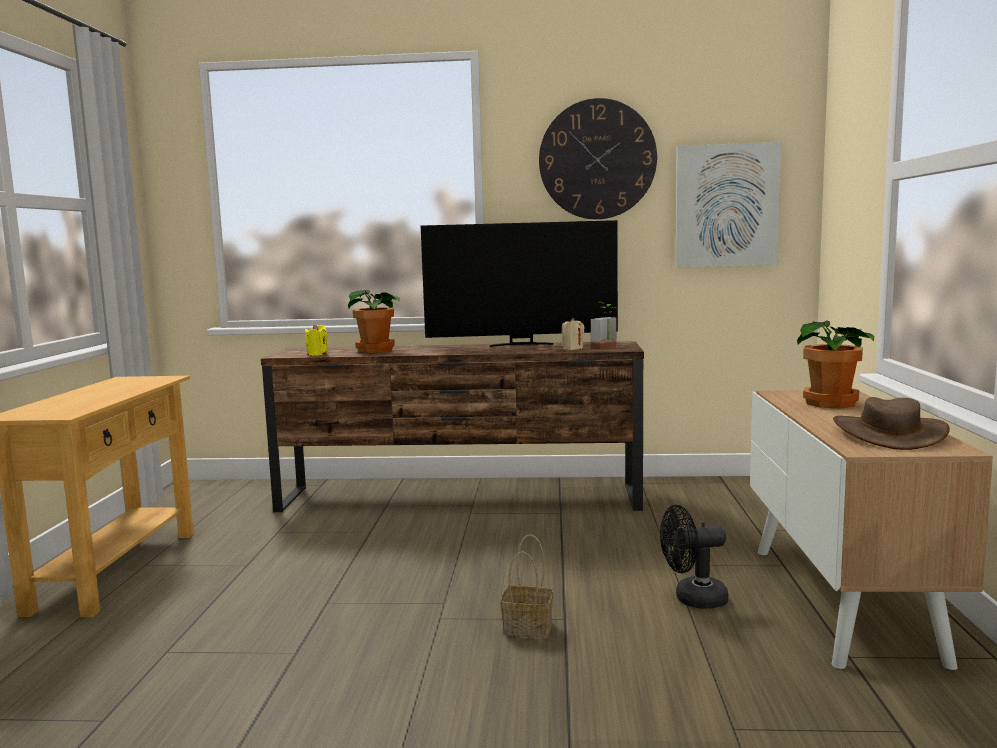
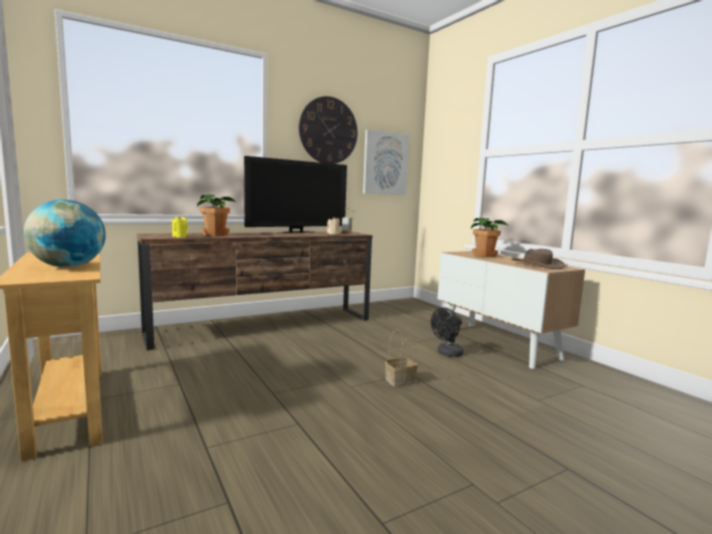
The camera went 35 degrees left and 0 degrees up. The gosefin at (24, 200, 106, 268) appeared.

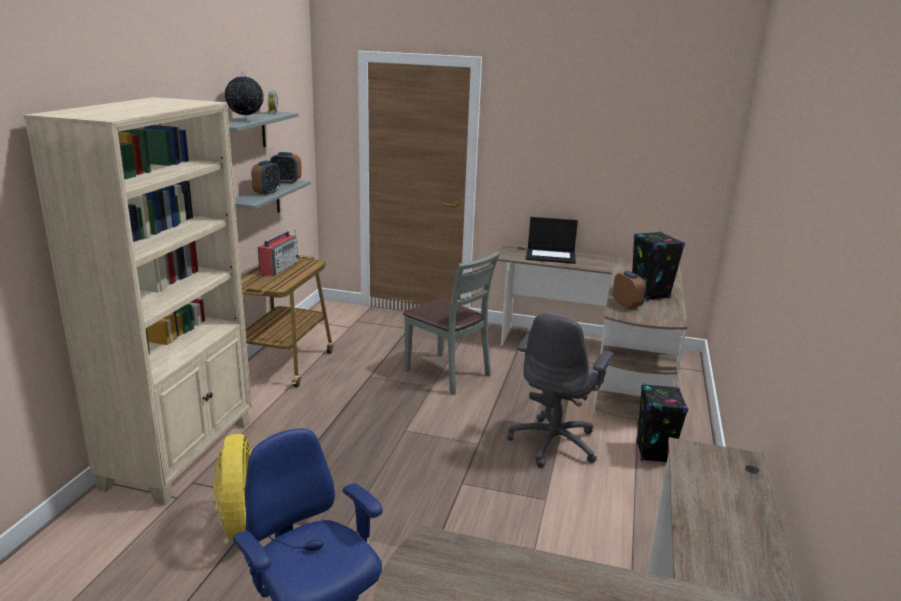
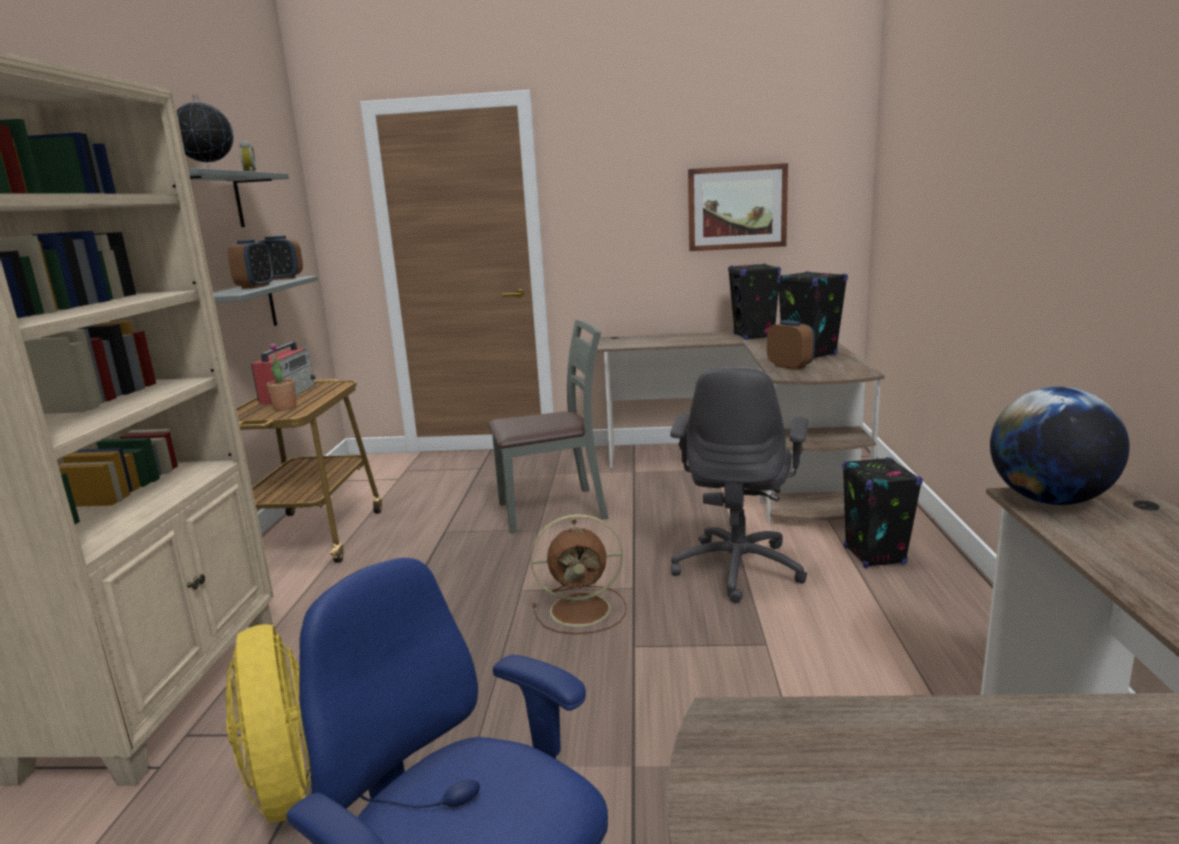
The camera went 10 degrees left and 5 degrees down. The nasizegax at (526, 217, 578, 264) disappeared. The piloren at (266, 343, 296, 411) appeared. The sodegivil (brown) at (530, 514, 626, 634) appeared. The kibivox at (688, 163, 788, 251) appeared. The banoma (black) at (728, 263, 781, 340) appeared. The gosefin at (990, 387, 1129, 505) appeared. The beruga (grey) at (403, 251, 500, 395) turned 45 degrees counterclockwise.

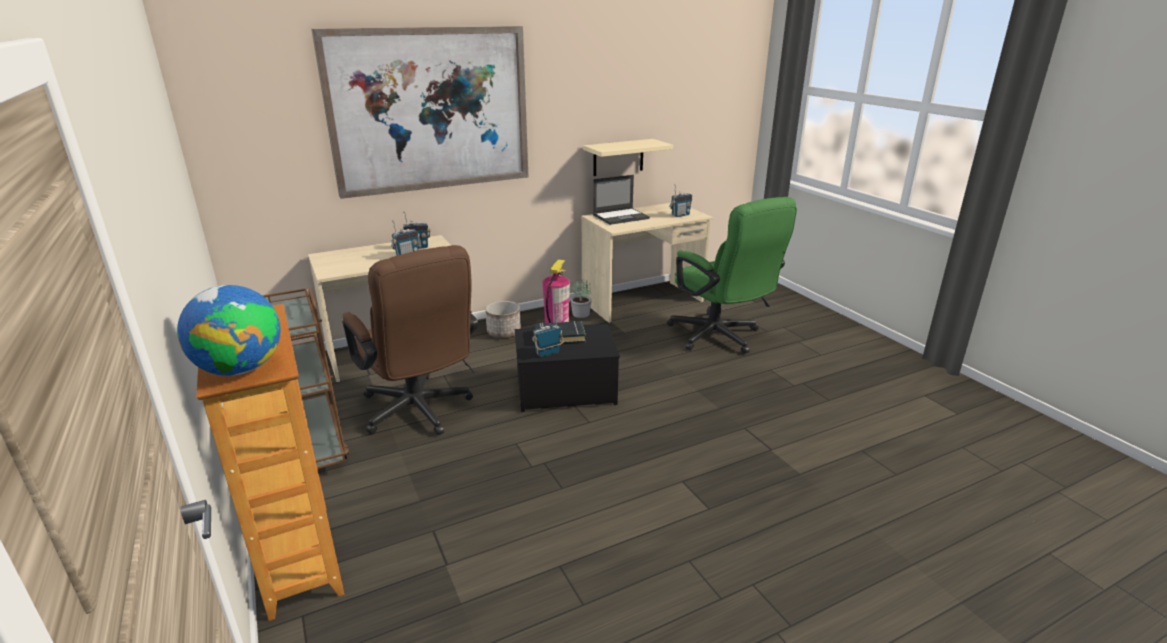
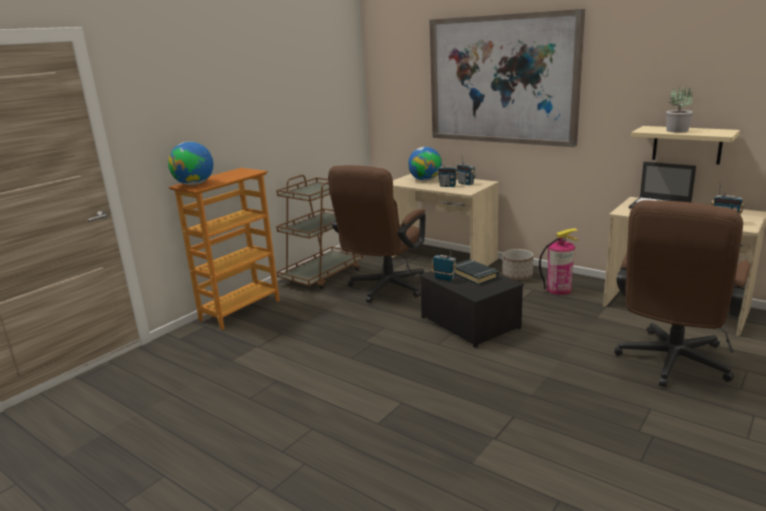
The camera went 65 degrees right and 5 degrees down. The gosefin at (408, 147, 442, 181) appeared. The piloren moved from (570, 278, 592, 318) to (666, 86, 693, 133). The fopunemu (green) at (667, 197, 797, 354) became the fopunemu (brown) at (614, 200, 750, 387).

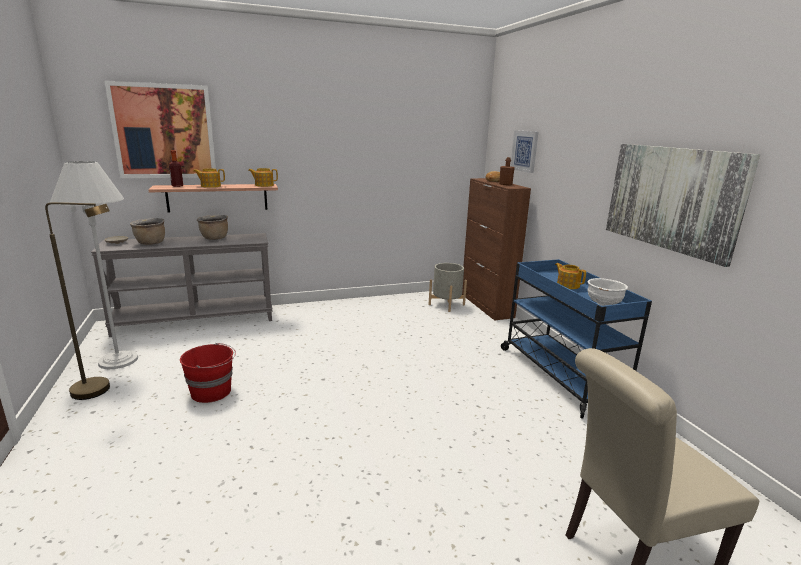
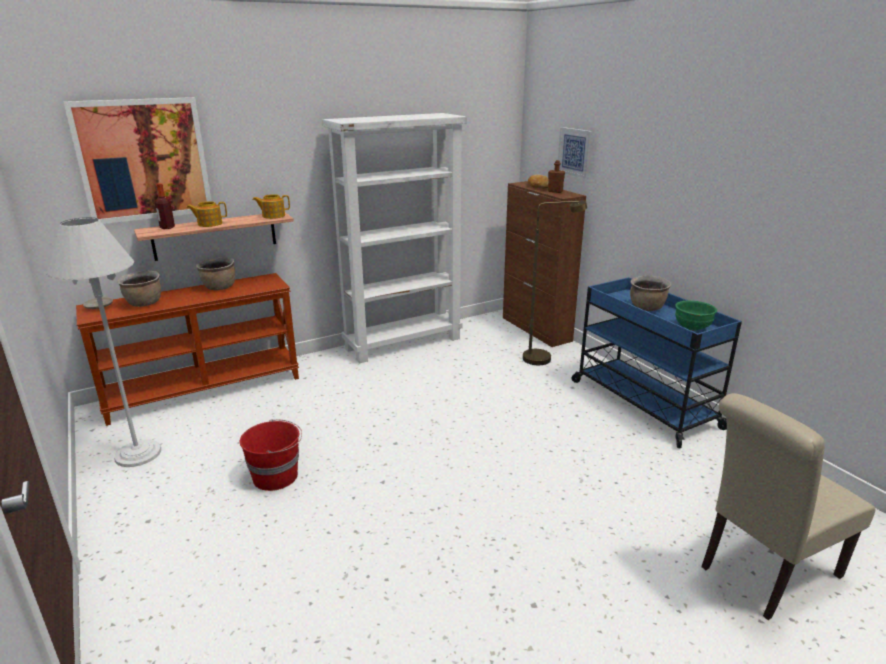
The camera went 10 degrees left and 5 degrees up. The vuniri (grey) at (429, 263, 467, 312) disappeared. The kibivox at (606, 144, 760, 267) disappeared. The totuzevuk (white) at (322, 113, 467, 363) appeared. The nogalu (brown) moved from (45, 202, 110, 400) to (523, 200, 587, 365). The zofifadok at (555, 263, 586, 289) was replaced by the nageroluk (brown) at (630, 275, 671, 311). The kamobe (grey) at (91, 233, 273, 337) became the kamobe (brown) at (76, 273, 299, 426). The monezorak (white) at (588, 278, 628, 306) became the monezorak (green) at (675, 300, 717, 331).

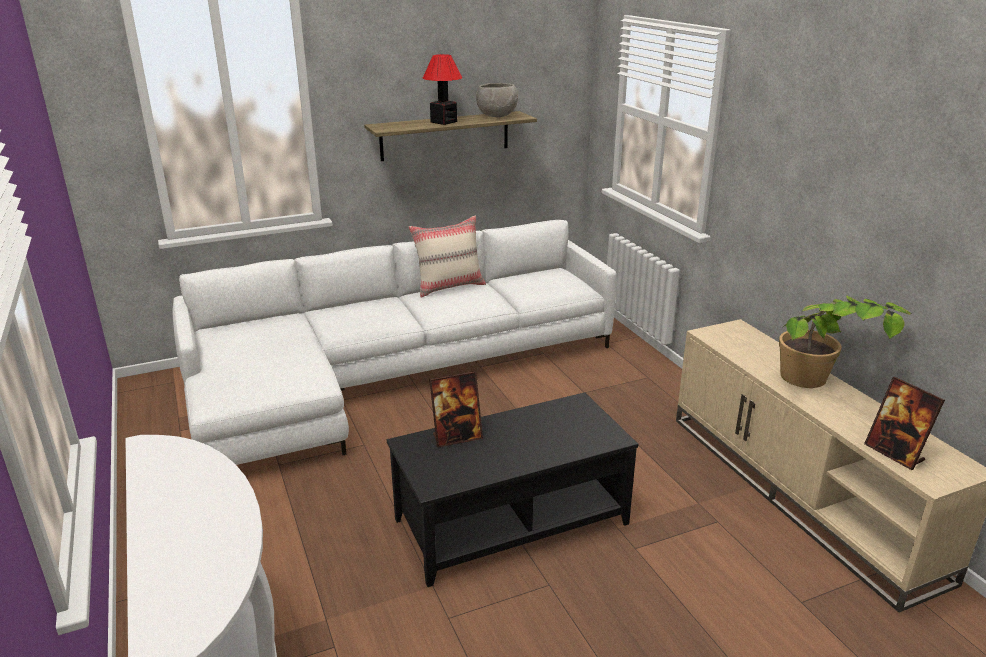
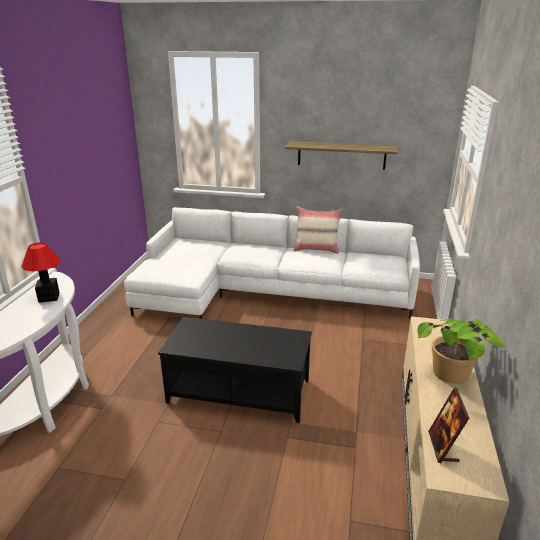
The camera went 35 degrees right and 0 degrees up. The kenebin at (429, 371, 483, 448) disappeared. The monezorak (grey) at (476, 83, 518, 117) disappeared. The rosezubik moved from (423, 54, 462, 125) to (22, 242, 61, 303).

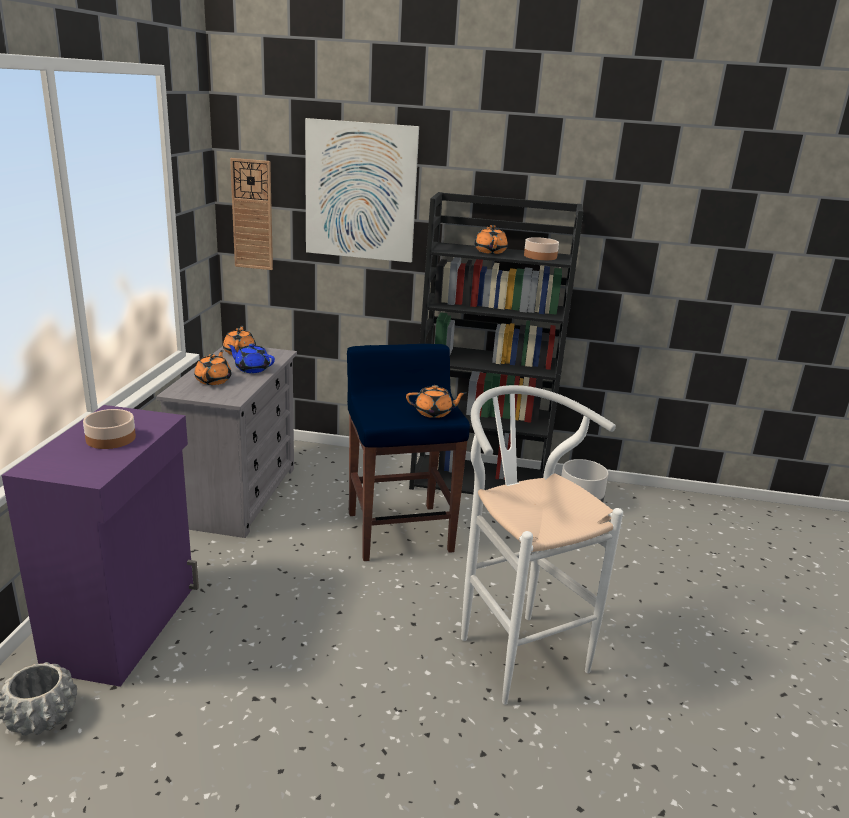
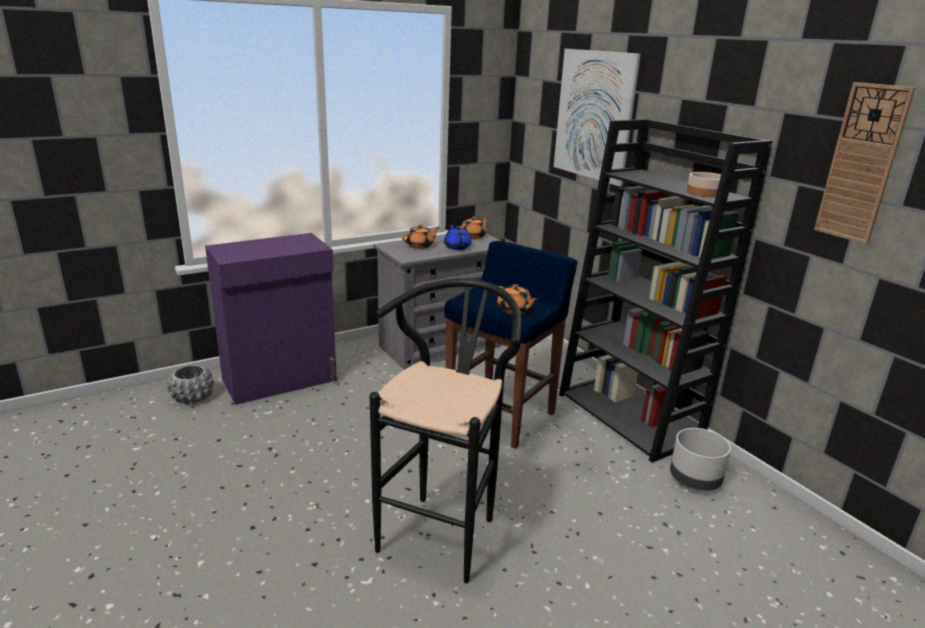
The camera went 50 degrees right and 0 degrees up. The monezorak at (83, 409, 136, 449) disappeared. The zofifadok (orange) at (474, 225, 508, 254) disappeared. The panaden moved from (230, 158, 273, 270) to (814, 82, 916, 244). The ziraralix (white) at (461, 385, 623, 705) became the ziraralix (black) at (370, 278, 522, 584).

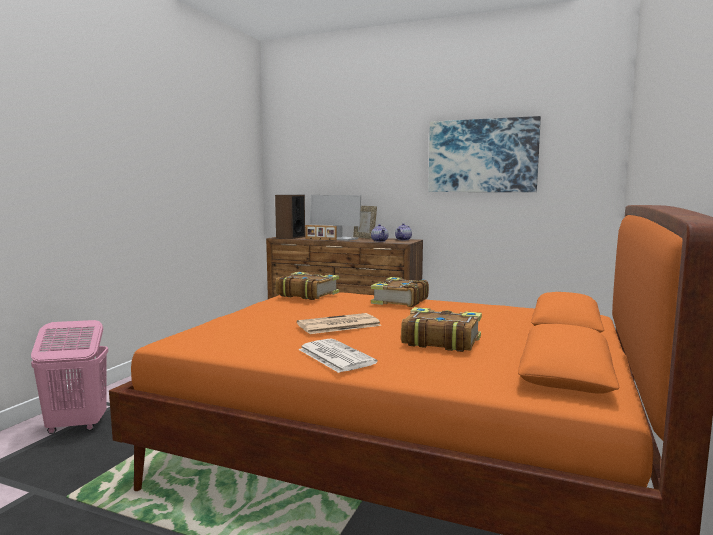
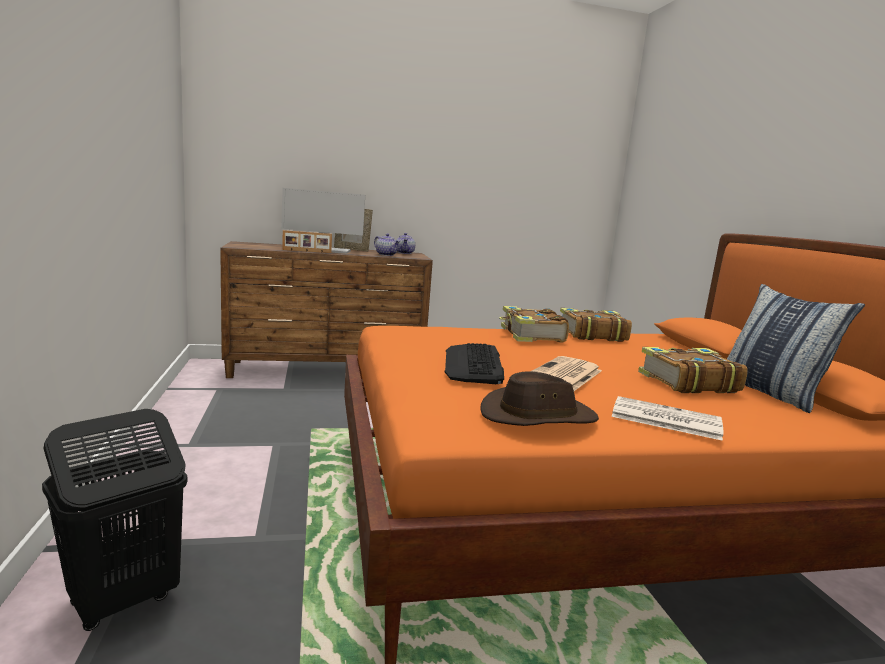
The camera went 35 degrees left and 5 degrees up. The banoma at (275, 195, 305, 239) disappeared. The kibivox at (428, 116, 541, 192) disappeared. The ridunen at (445, 343, 504, 384) appeared. The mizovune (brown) at (480, 371, 599, 426) appeared. The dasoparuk at (727, 284, 865, 413) appeared. The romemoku moved from (276, 272, 339, 300) to (560, 308, 632, 342). The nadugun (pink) at (31, 320, 108, 434) became the nadugun (black) at (42, 409, 187, 631).

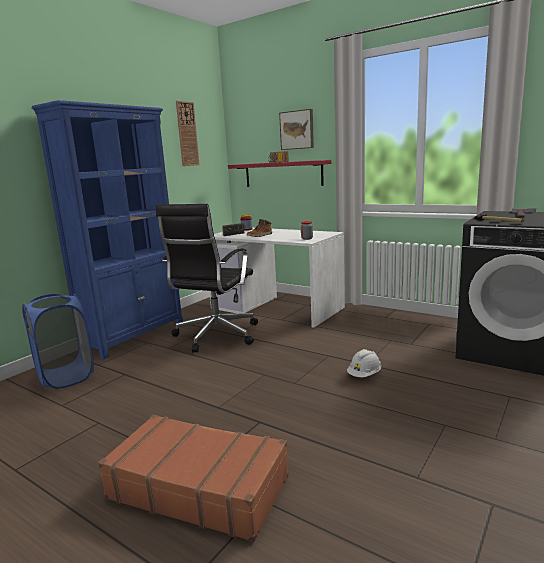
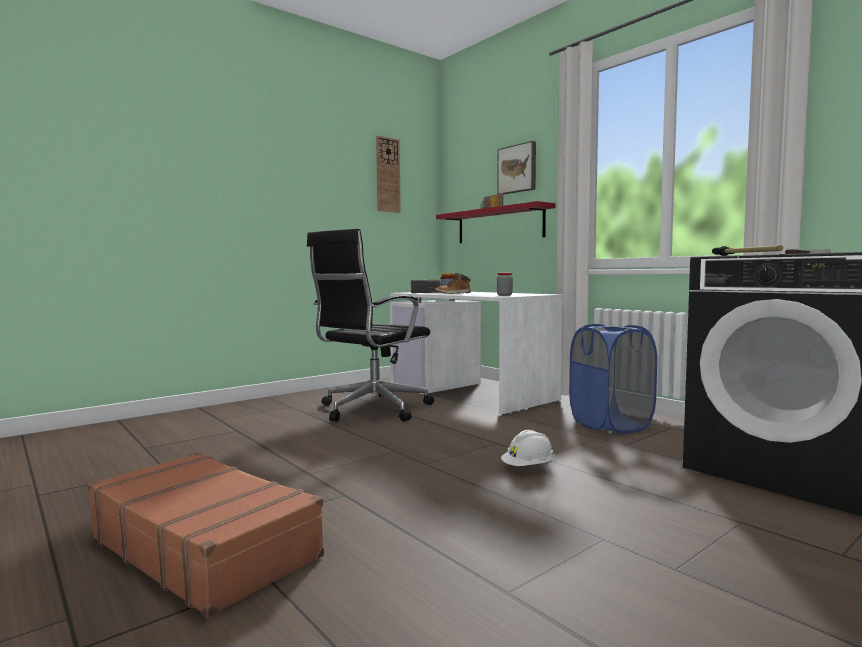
The camera went 15 degrees right and 10 degrees down. The totuzevuk (blue) at (32, 100, 183, 359) disappeared. The nadugun (blue) moved from (22, 294, 94, 389) to (569, 324, 657, 433).

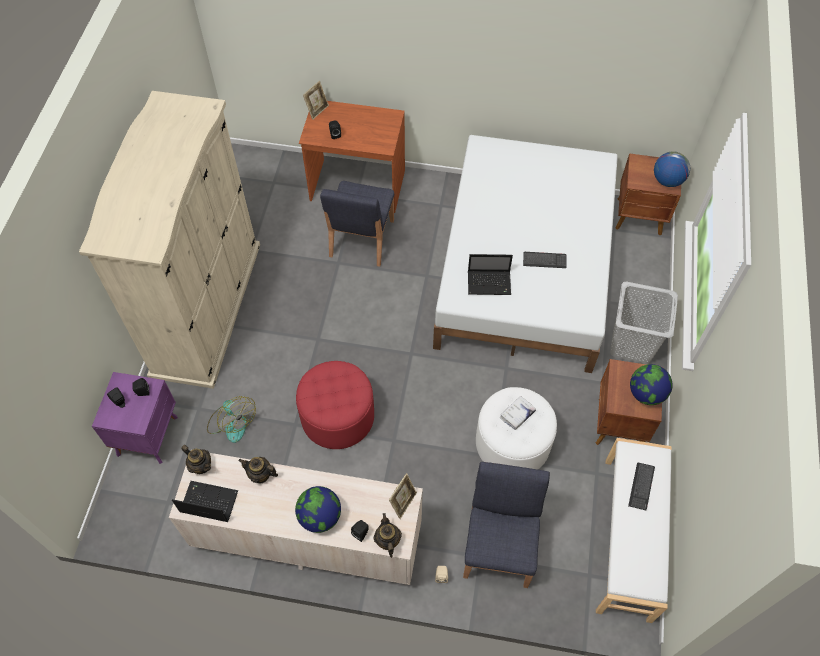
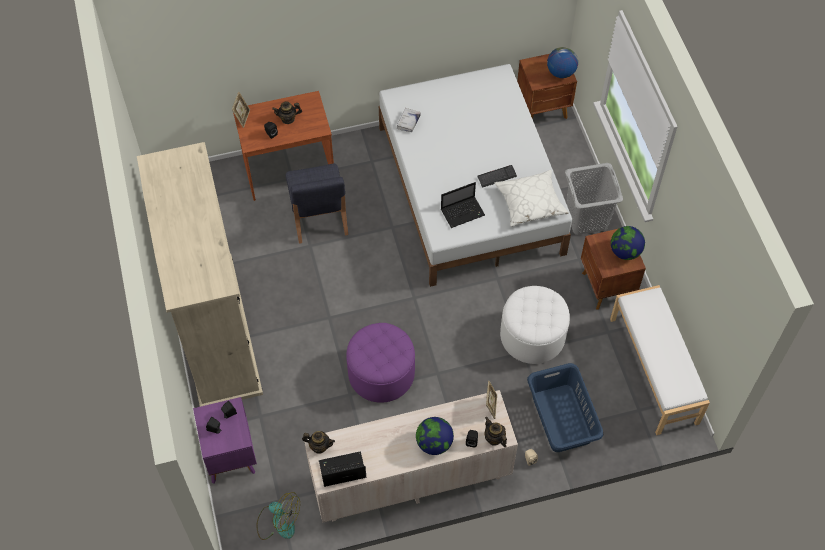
The camera went 25 degrees left and 0 degrees up. The ridunen at (628, 462, 655, 510) disappeared. The dasoparuk (white) at (495, 170, 569, 227) appeared. The sodegivil moved from (207, 396, 256, 443) to (256, 492, 300, 540). The zofifadok moved from (238, 457, 278, 483) to (272, 101, 302, 124). The romemoku (white) moved from (500, 396, 536, 430) to (397, 108, 421, 132). The beruga (blue) at (463, 462, 550, 588) was replaced by the nadugun (blue) at (527, 363, 603, 452). The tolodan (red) at (296, 361, 374, 449) became the tolodan (purple) at (346, 323, 415, 403).

